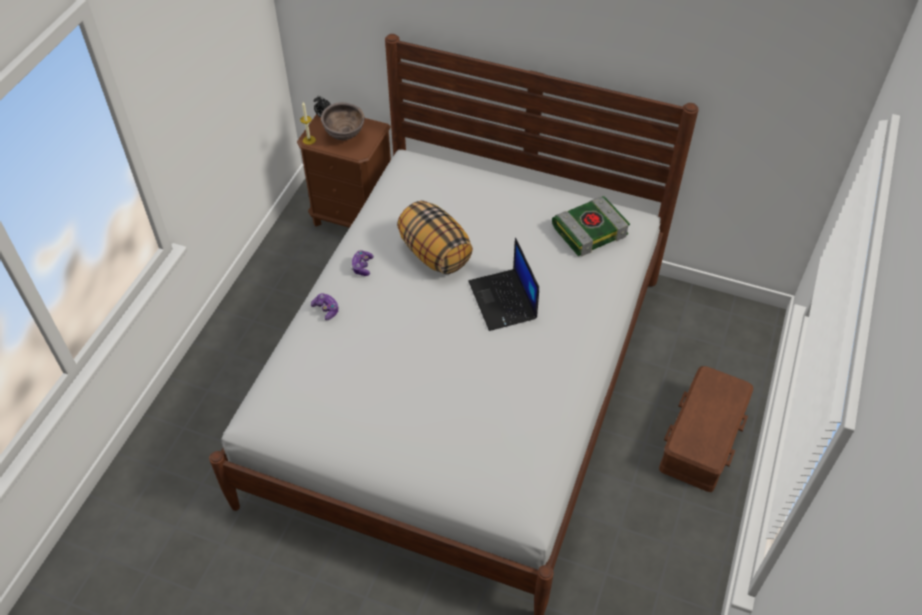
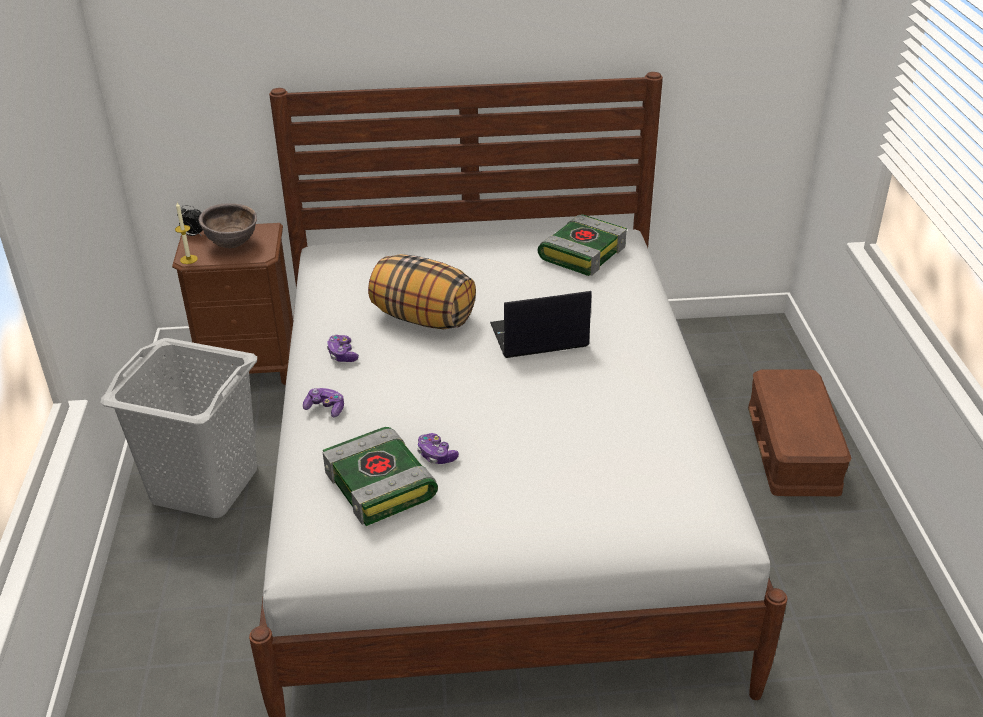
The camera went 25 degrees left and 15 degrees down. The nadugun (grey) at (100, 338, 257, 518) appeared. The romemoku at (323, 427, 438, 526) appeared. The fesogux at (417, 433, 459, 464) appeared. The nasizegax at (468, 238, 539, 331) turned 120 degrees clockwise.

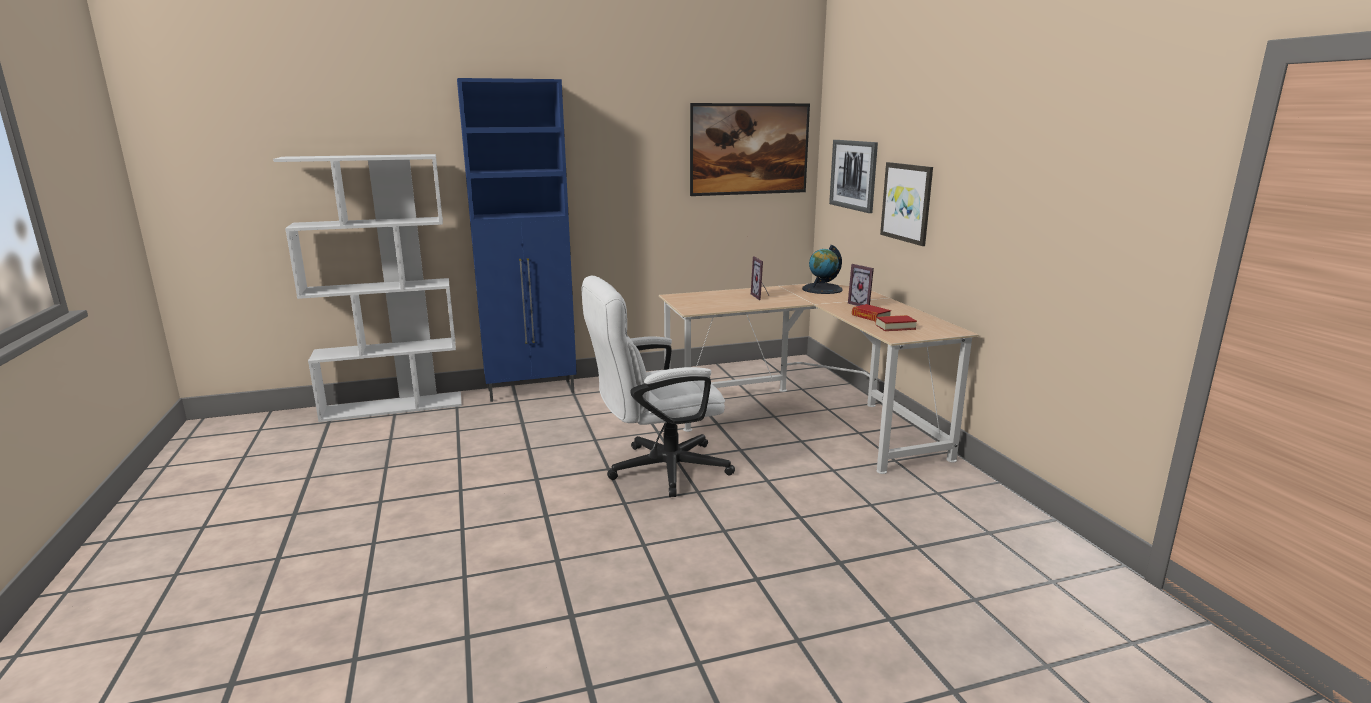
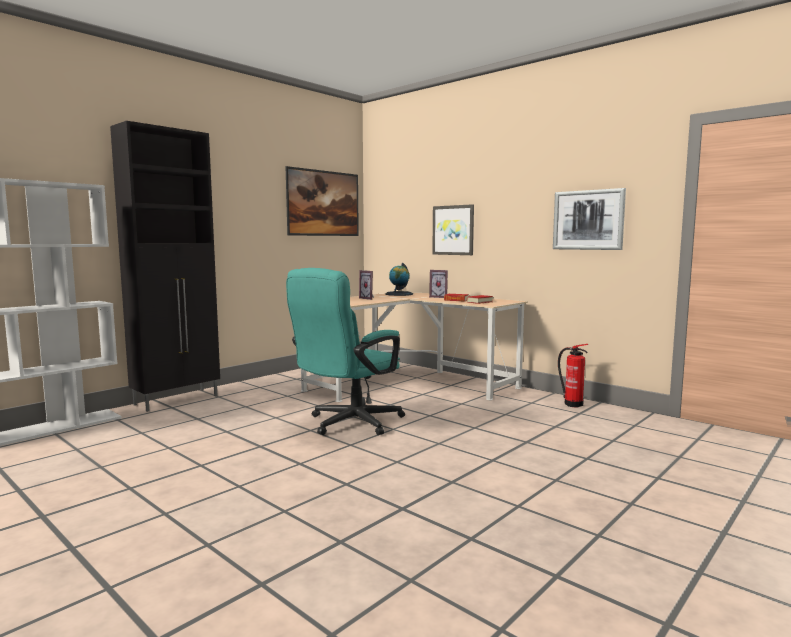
The camera went 30 degrees left and 10 degrees down. The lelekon at (558, 344, 588, 408) appeared. The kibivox moved from (829, 140, 878, 213) to (553, 188, 626, 250). The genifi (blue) at (457, 78, 577, 402) became the genifi (black) at (110, 121, 220, 412). The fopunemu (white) at (582, 276, 735, 497) became the fopunemu (turquoise) at (286, 268, 405, 435).

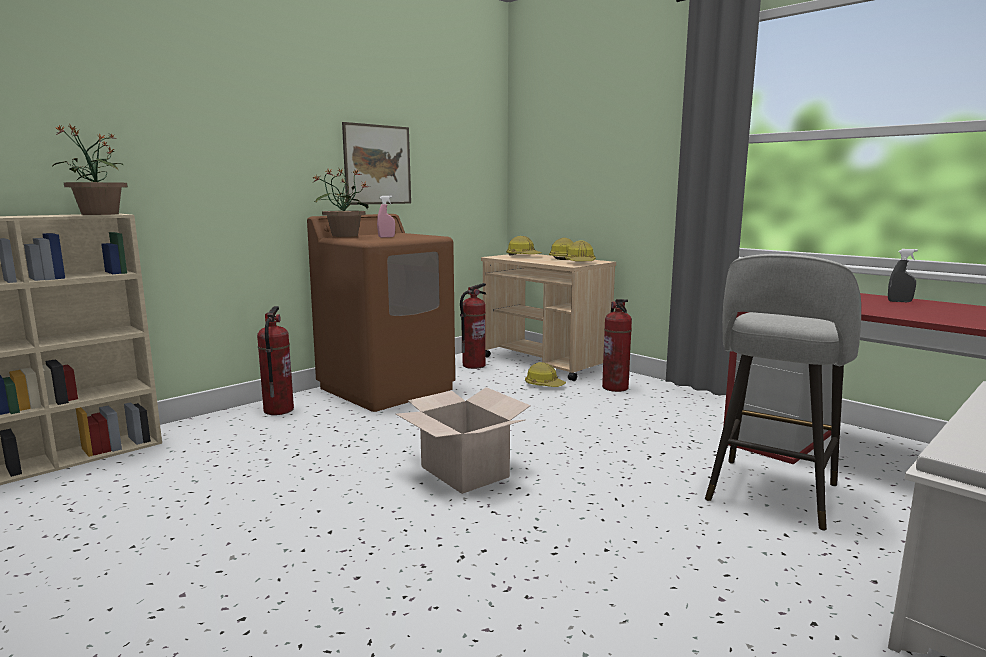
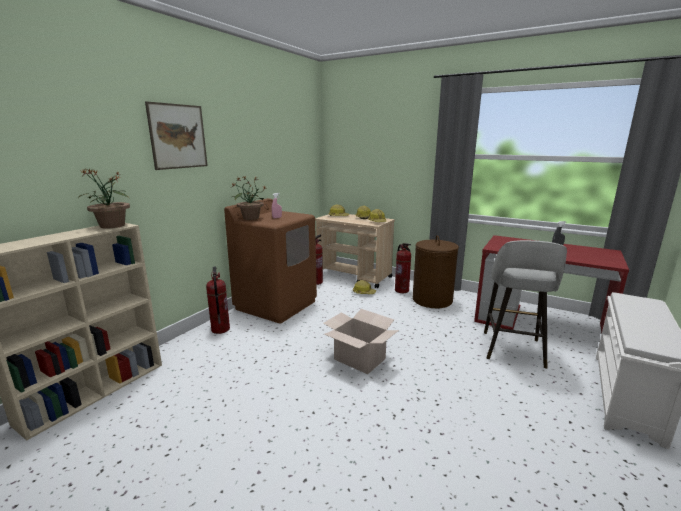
The camera went 15 degrees left and 5 degrees up. The nadugun (brown) at (413, 235, 459, 308) appeared. The kibivox moved from (342, 122, 411, 205) to (145, 101, 208, 170).

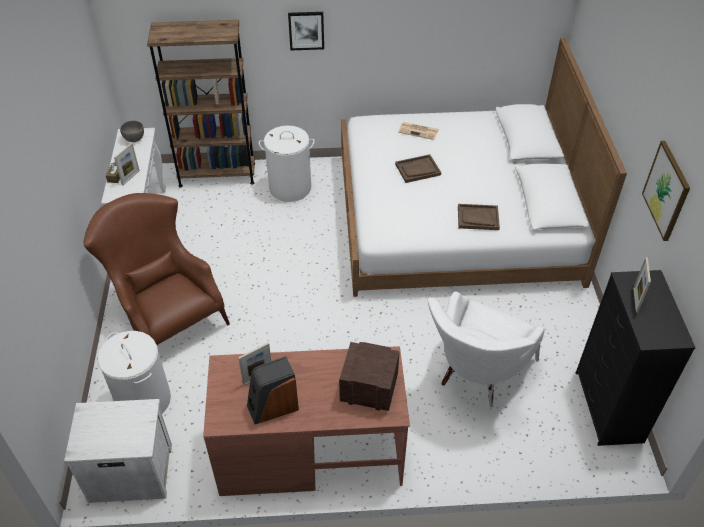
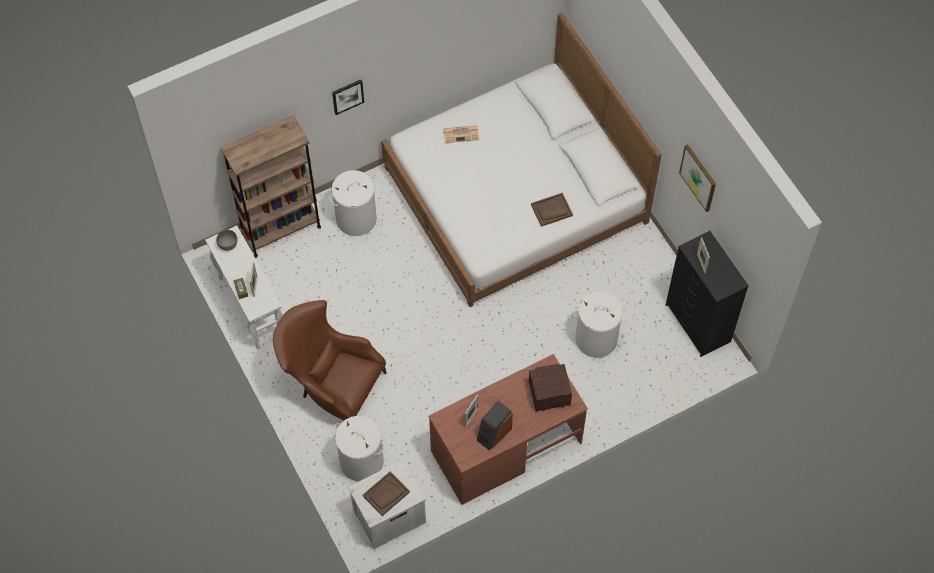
The camera went 25 degrees left and 15 degrees up. The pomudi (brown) moved from (395, 154, 441, 183) to (363, 471, 410, 516). The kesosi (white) at (428, 291, 545, 408) was replaced by the nadugun (white) at (573, 292, 628, 358).

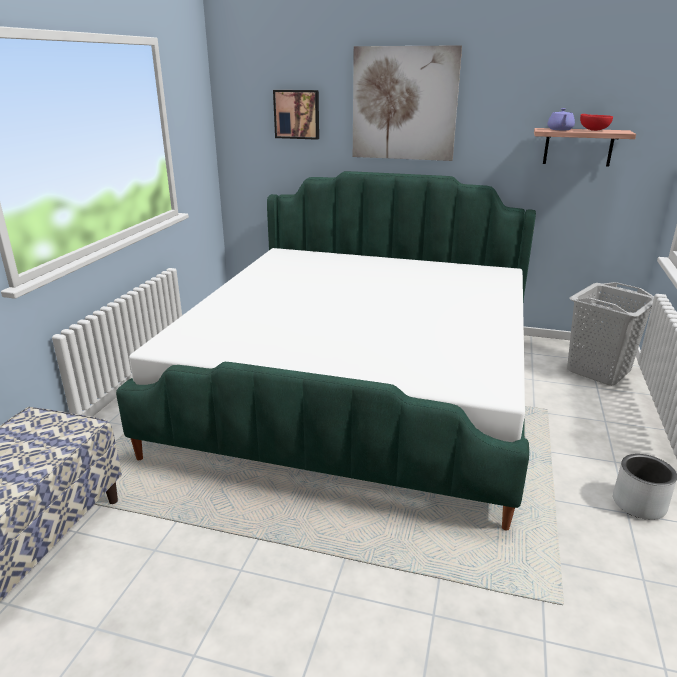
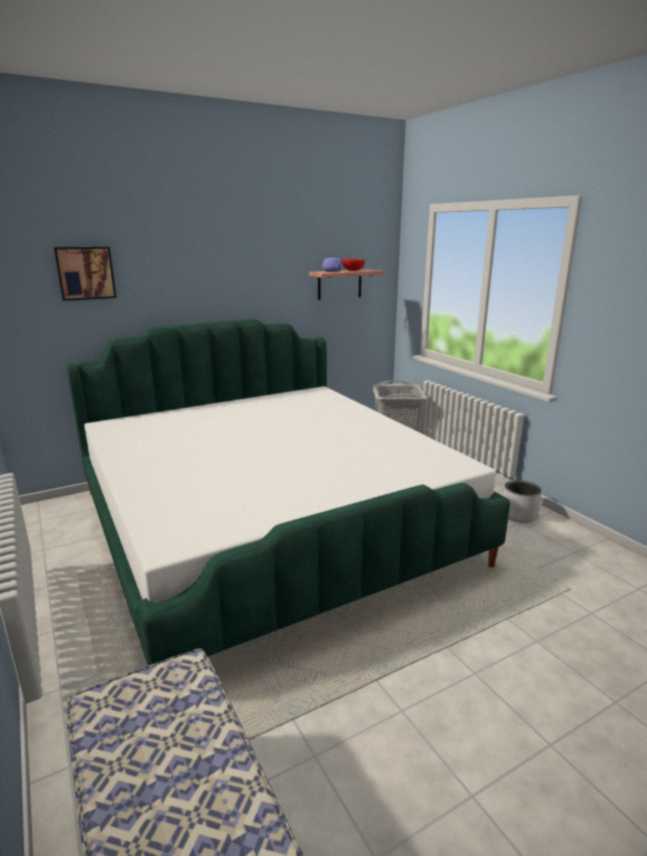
The camera went 45 degrees left and 5 degrees down. The kibivox at (353, 45, 462, 161) disappeared.

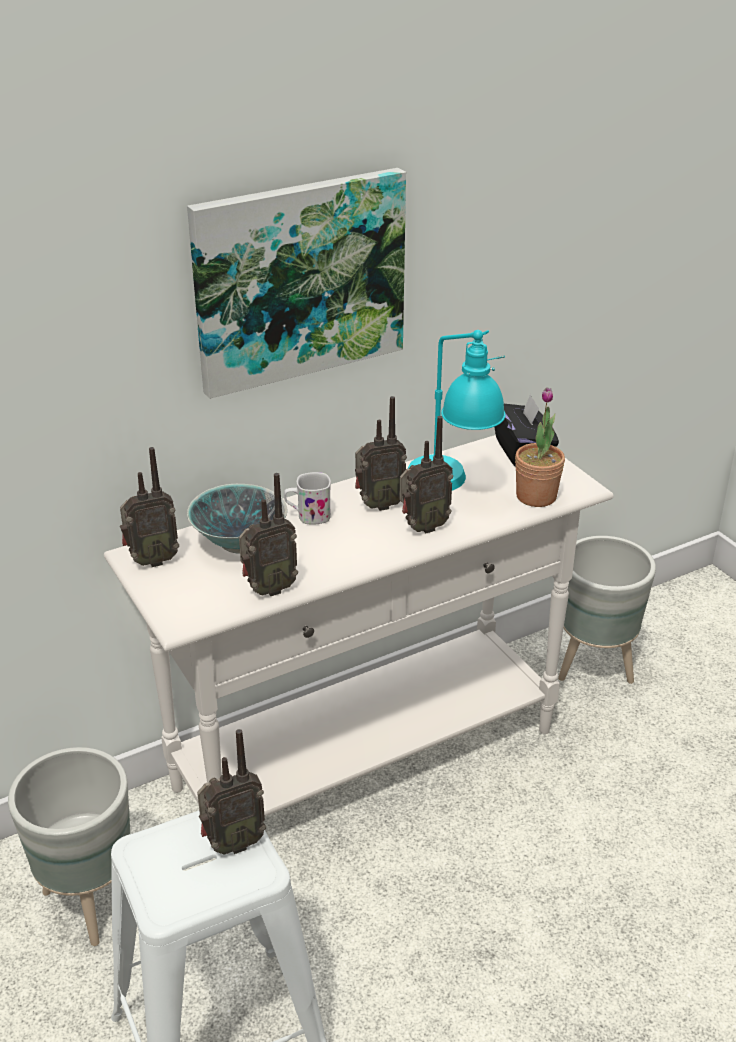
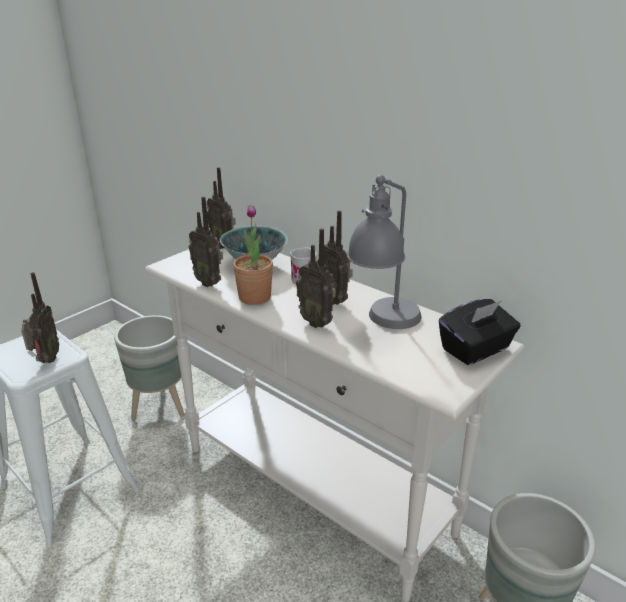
The camera went 70 degrees right and 5 degrees down. The kibivox at (187, 168, 406, 399) disappeared. The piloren moved from (515, 387, 565, 507) to (233, 205, 273, 305). The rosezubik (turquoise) at (408, 330, 506, 490) became the rosezubik (grey) at (347, 175, 421, 329). The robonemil at (197, 729, 266, 855) turned 135 degrees counterclockwise.

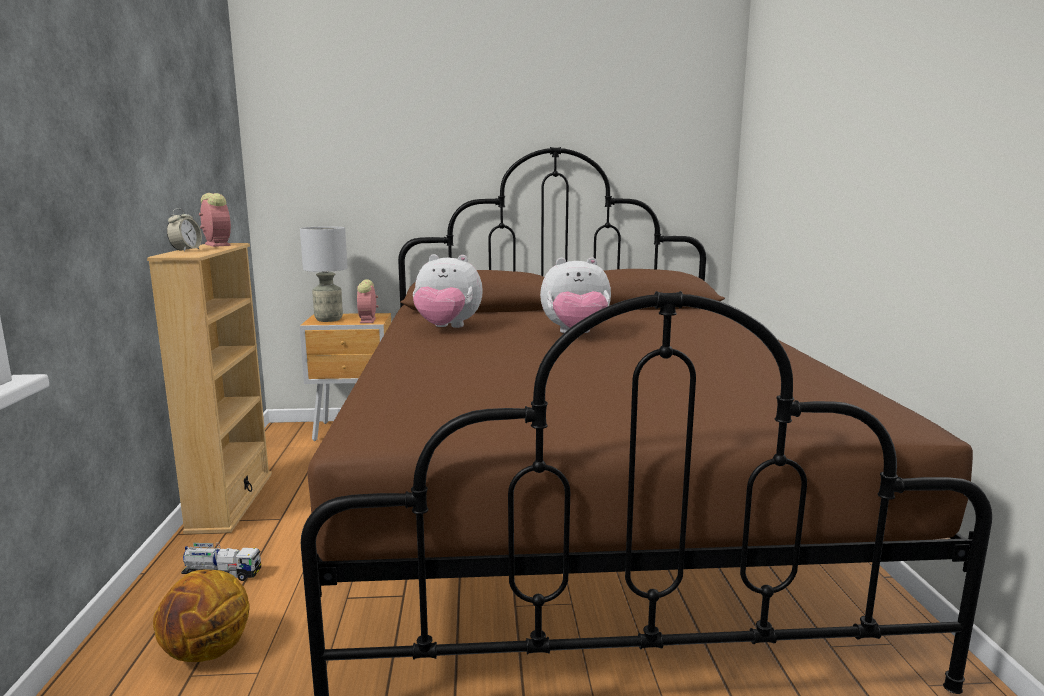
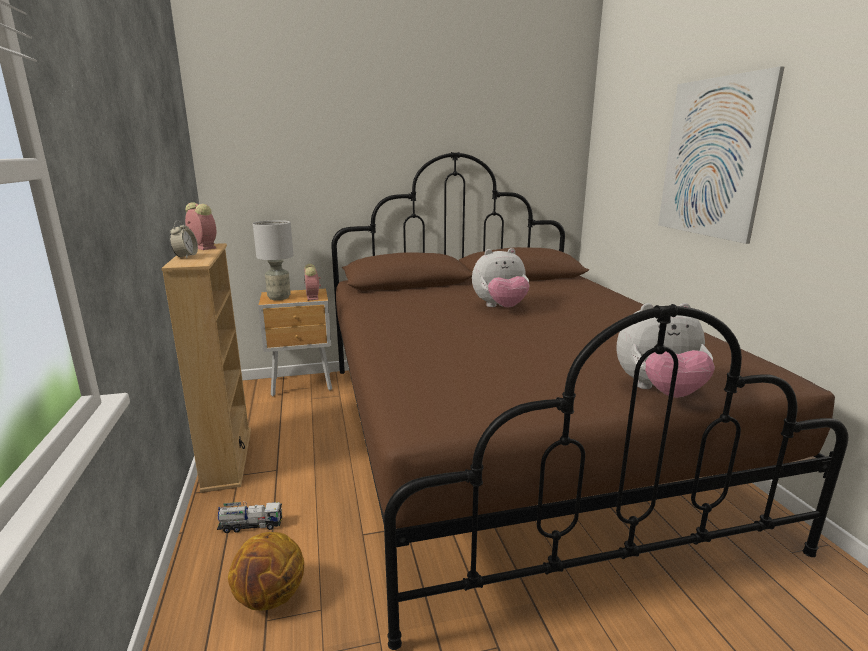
The camera went 10 degrees left and 5 degrees up. The kibivox at (658, 66, 784, 244) appeared. The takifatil moved from (413, 254, 483, 328) to (616, 303, 715, 398).

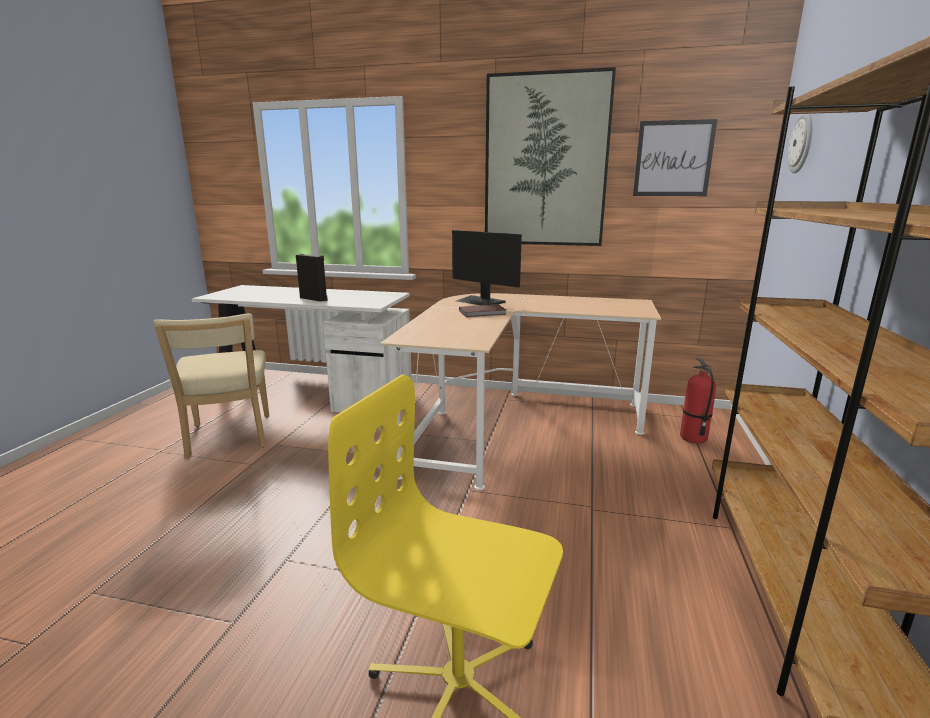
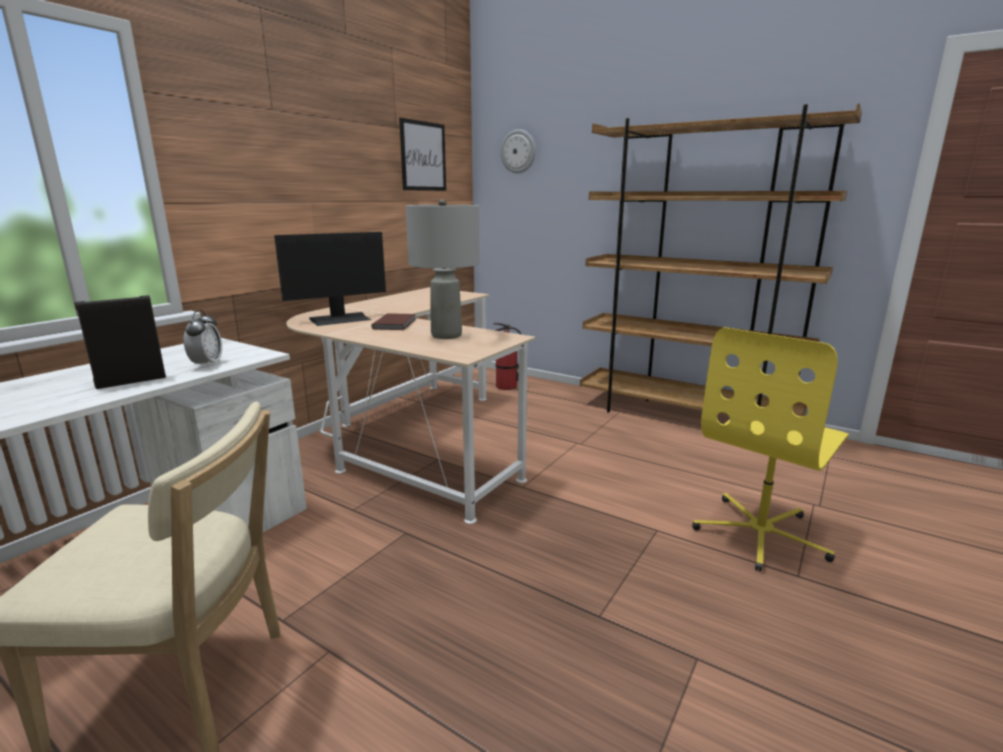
The camera went 70 degrees left and 0 degrees up. The kibivox at (485, 67, 616, 246) disappeared. The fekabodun at (184, 310, 222, 368) appeared. The rosezubik (grey) at (406, 199, 480, 339) appeared.

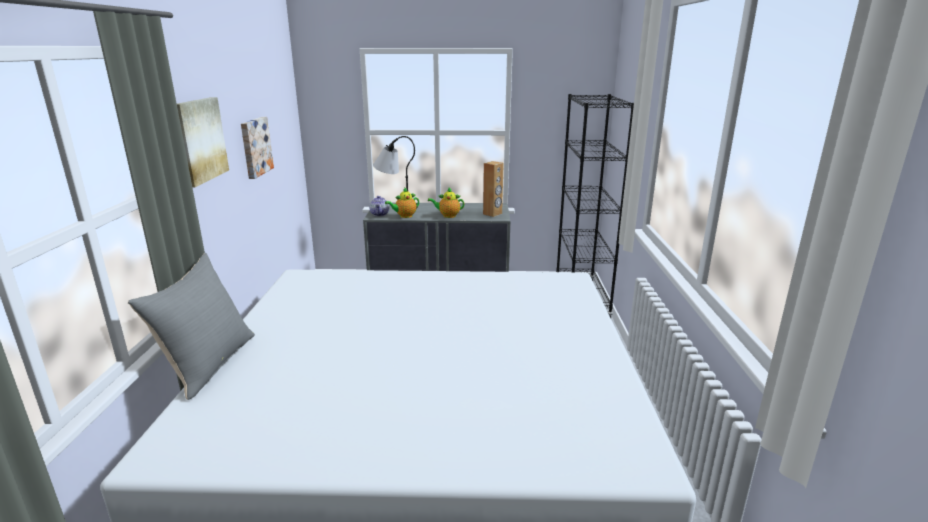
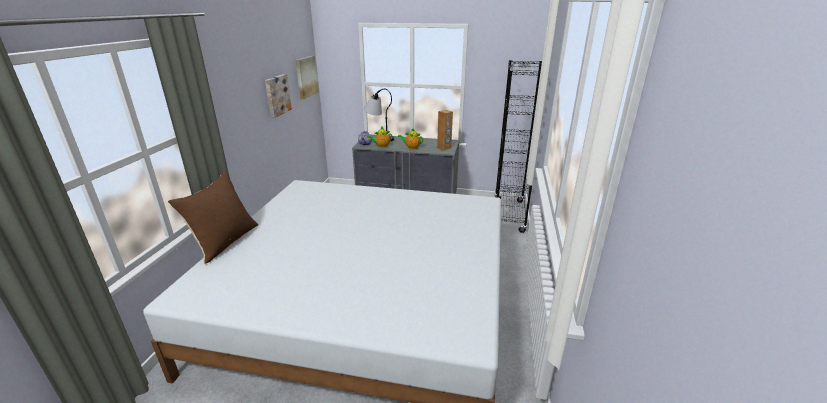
The camera went 10 degrees right and 5 degrees up. The kibivox moved from (177, 97, 229, 187) to (296, 56, 319, 100). The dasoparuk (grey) at (128, 253, 255, 400) became the dasoparuk (brown) at (168, 170, 258, 264).

